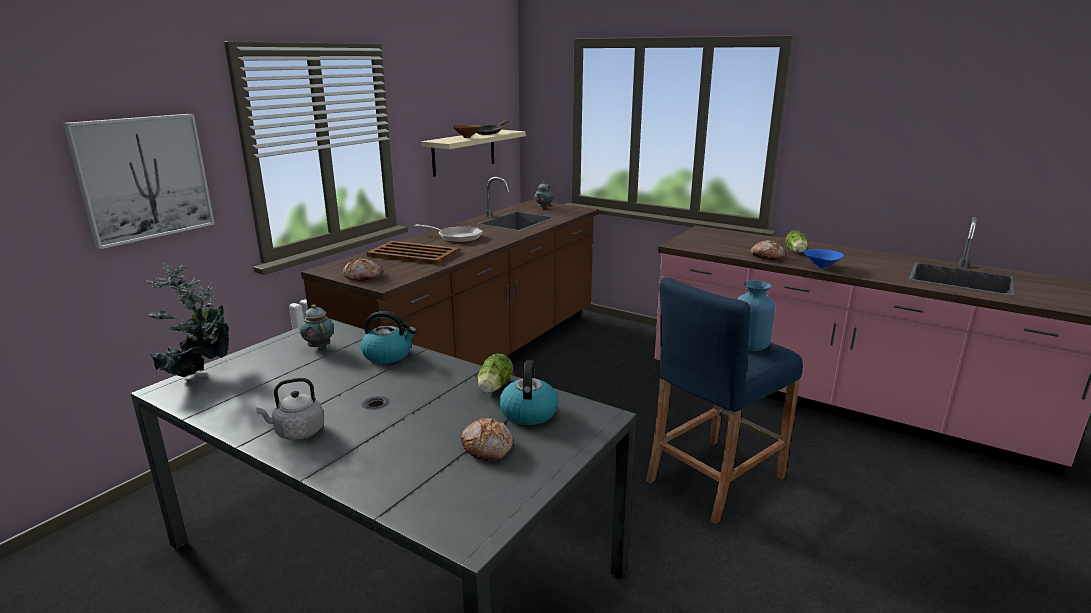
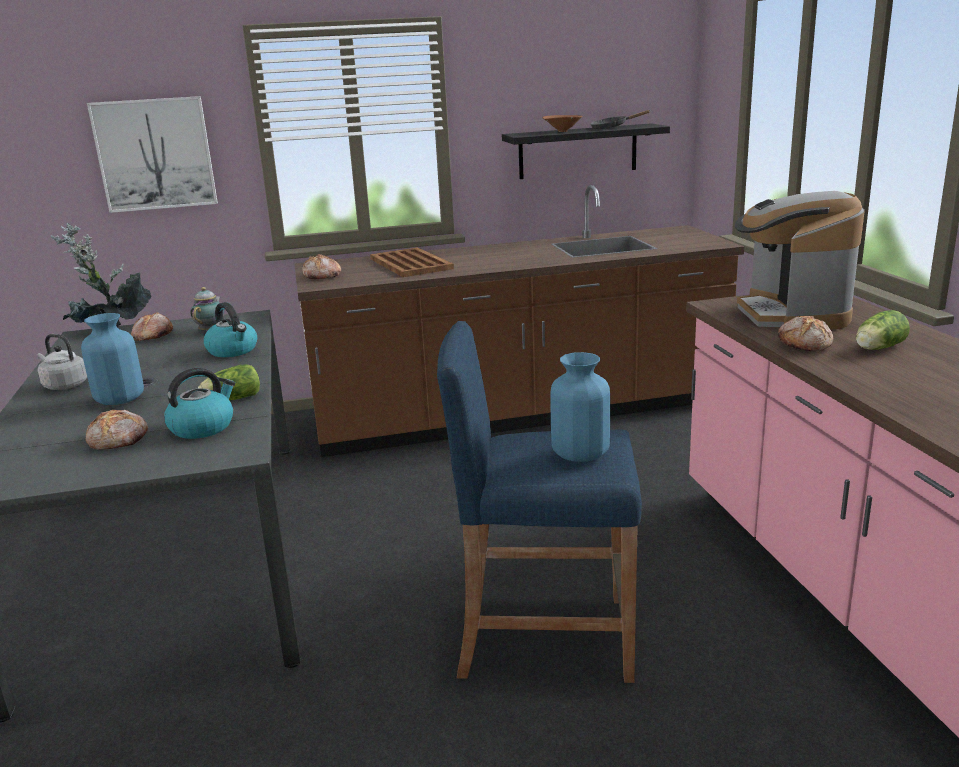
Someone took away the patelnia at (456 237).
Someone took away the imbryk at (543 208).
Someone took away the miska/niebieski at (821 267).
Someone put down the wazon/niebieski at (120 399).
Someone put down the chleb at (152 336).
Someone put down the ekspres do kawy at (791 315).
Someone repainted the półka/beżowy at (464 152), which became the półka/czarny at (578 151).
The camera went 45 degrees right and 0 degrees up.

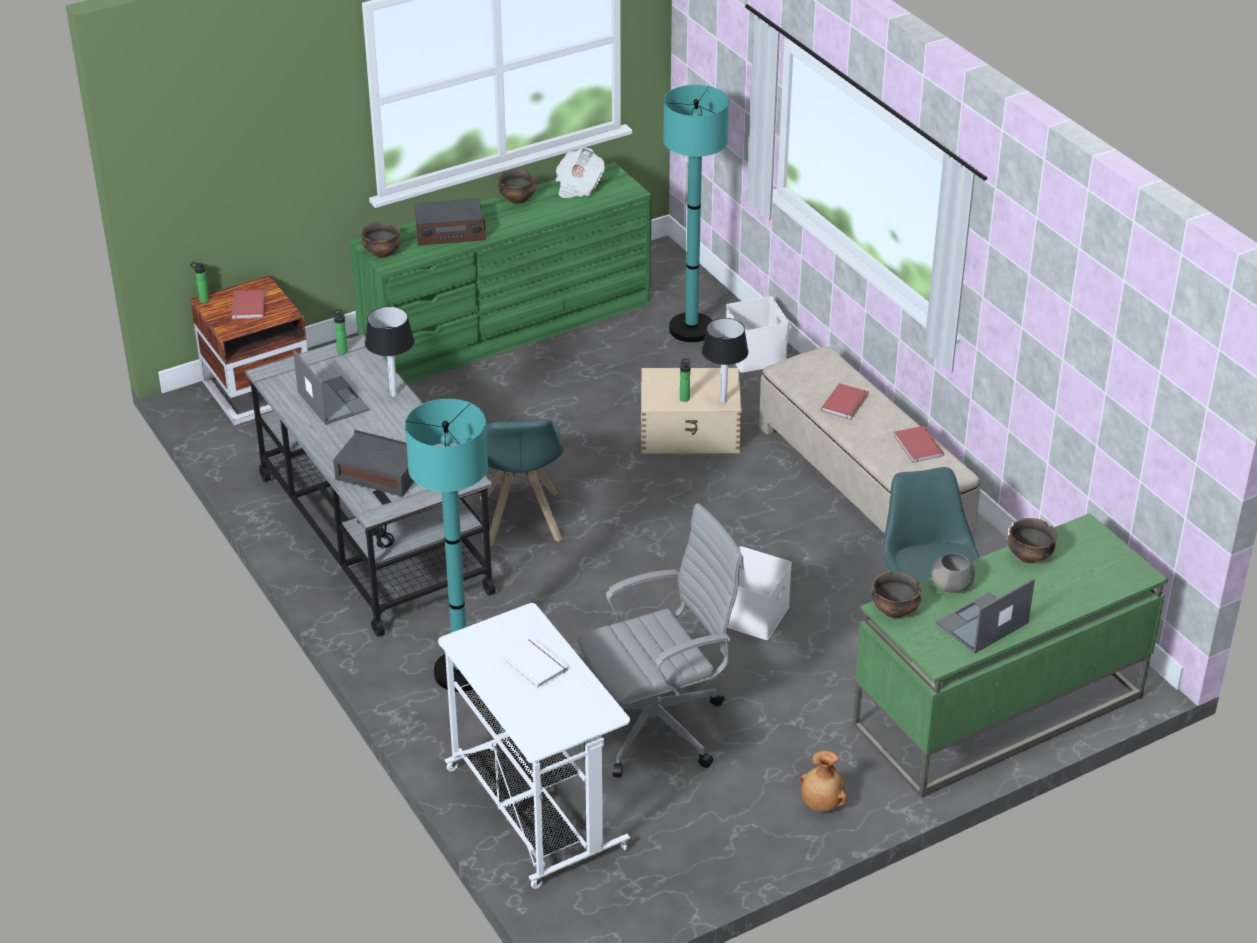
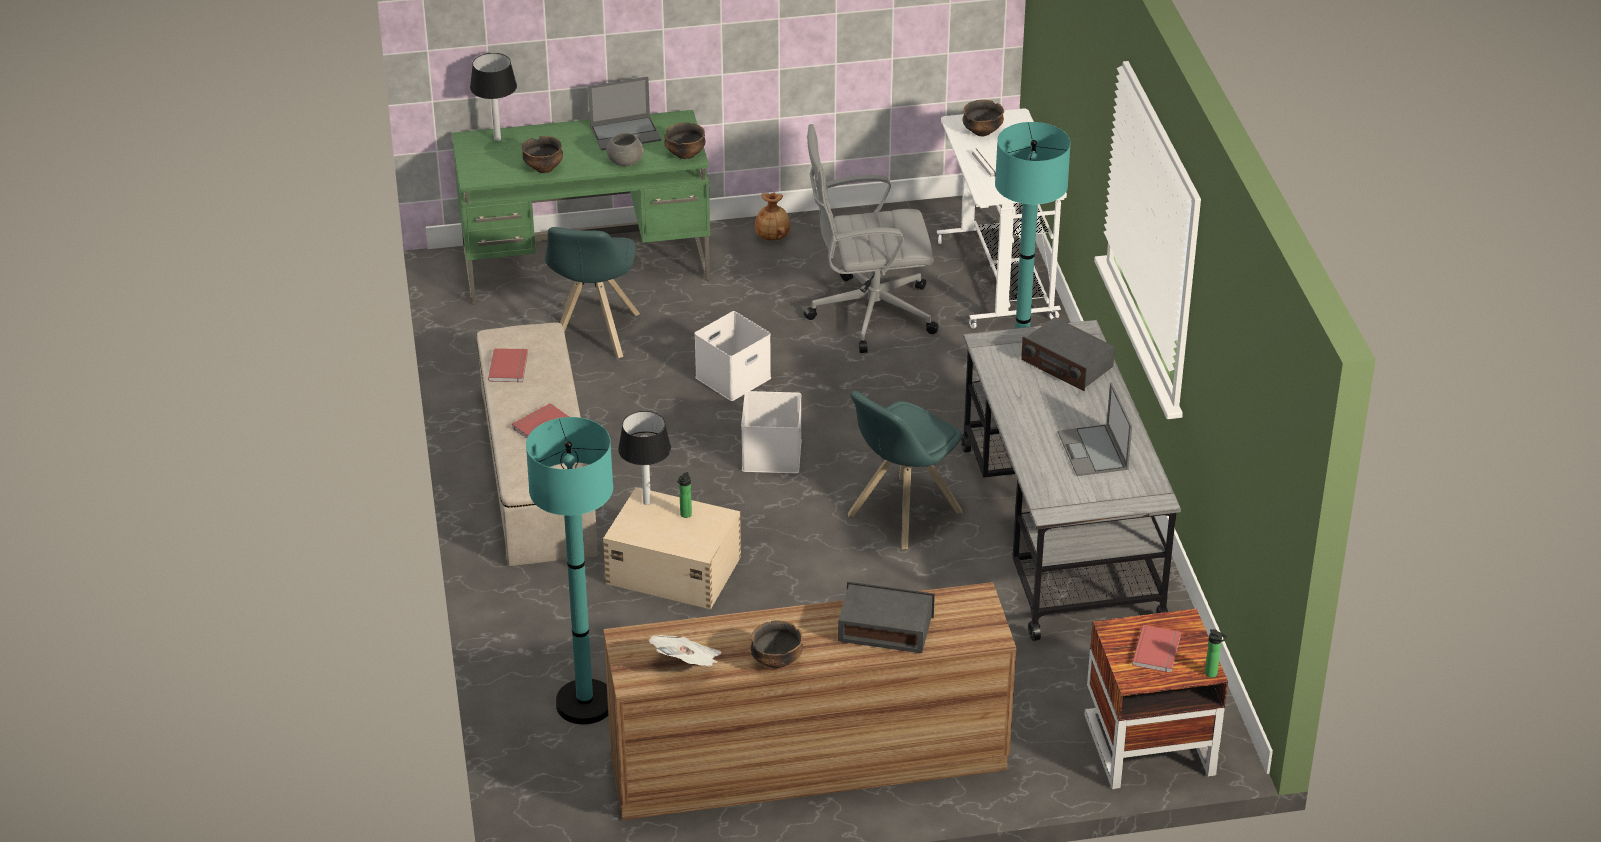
Someone took away the butelka at (342 350).
Someone carried the miska from (382 253) to (982 132).
Someone carried the lampa stołowa from (394 395) to (497 138).
Someone carried the pojemnik do przechowywania/biały from (757 355) to (770 453).
Someone repainted the komoda/zielony at (506 327), which became the komoda/brązowy at (808 766).
Someone rotated the krzesło/turkusowy at (521 520) by 150 degrees counterclockwise.
The camera went 160 degrees left and 0 degrees up.

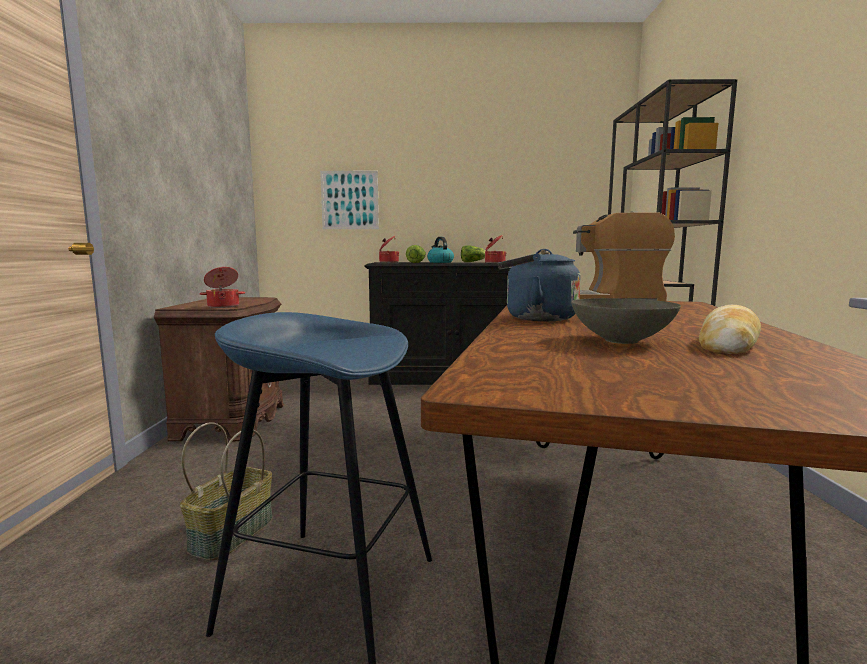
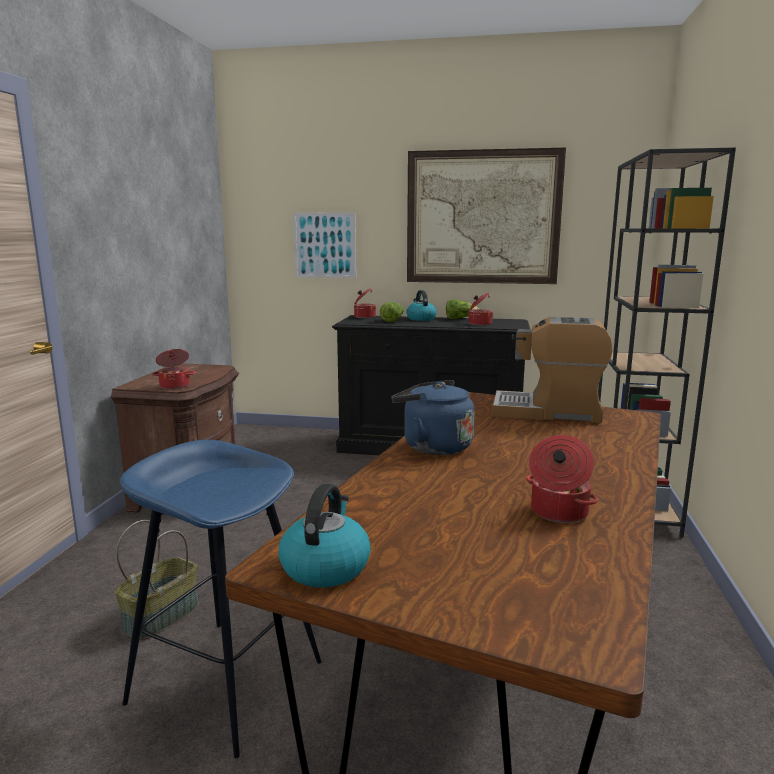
Someone took away the miska/szary at (621 340).
Someone put down the czajnik at (325 566).
Someone put up the obraz at (482 218).
Someone swapped the chleb at (728 343) for the garnek at (557 512).
The camera went 10 degrees right and 5 degrees up.

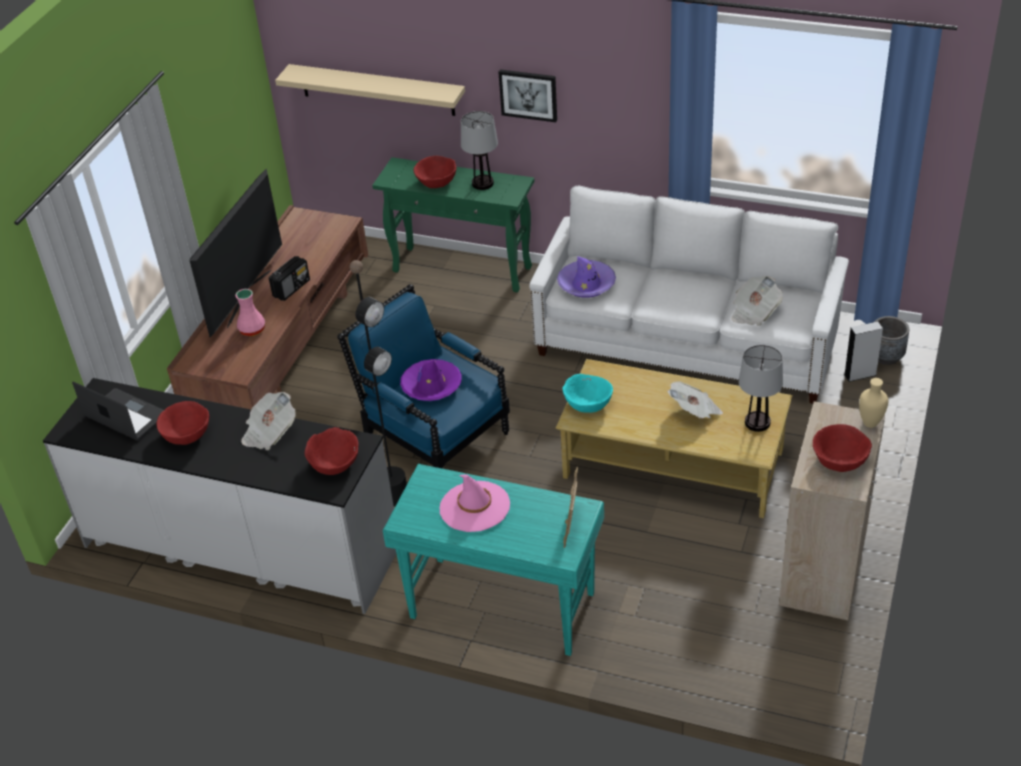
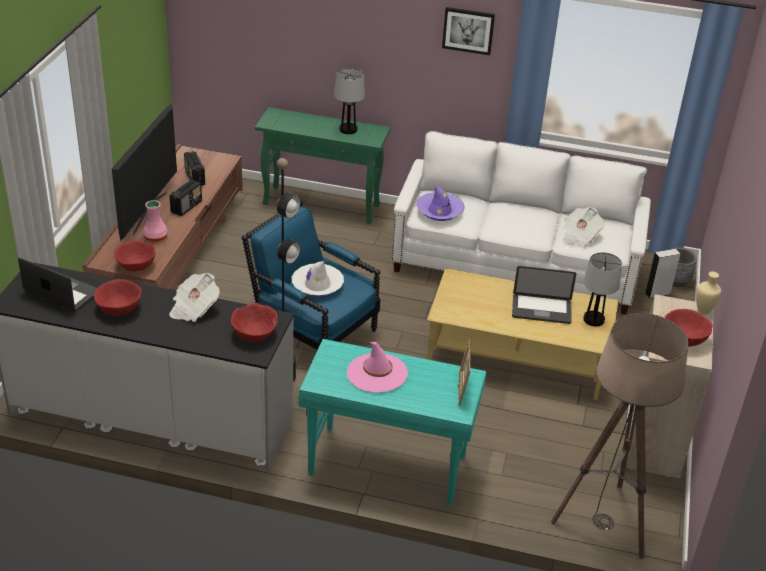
Someone took away the półka/beżowy at (377 90).
Someone took away the miska/turkusowy at (588 403).
Someone put down the radio at (195 178).
Someone put down the lampa stojąca at (604 521).
Someone carried the miska/czerwony from (436 182) to (136 265).
Someone carried the obraz from (528 94) to (468 30).
Someone swapped the gazeta at (695 411) for the laptop at (541 310).
Someone repainted the kapelusz/fioletowy at (431 386), which became the kapelusz/biały at (317 285).
The camera went 10 degrees left and 5 degrees down.

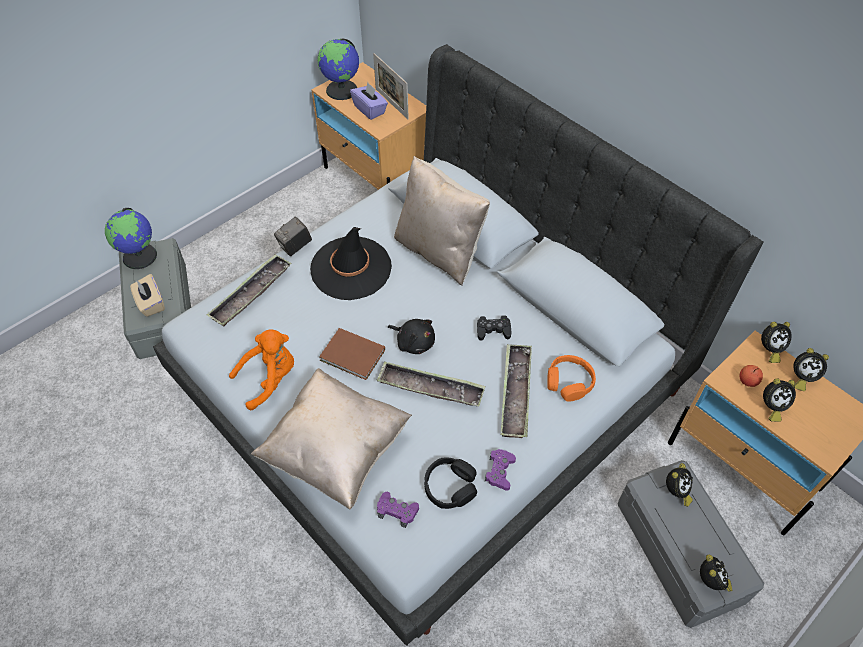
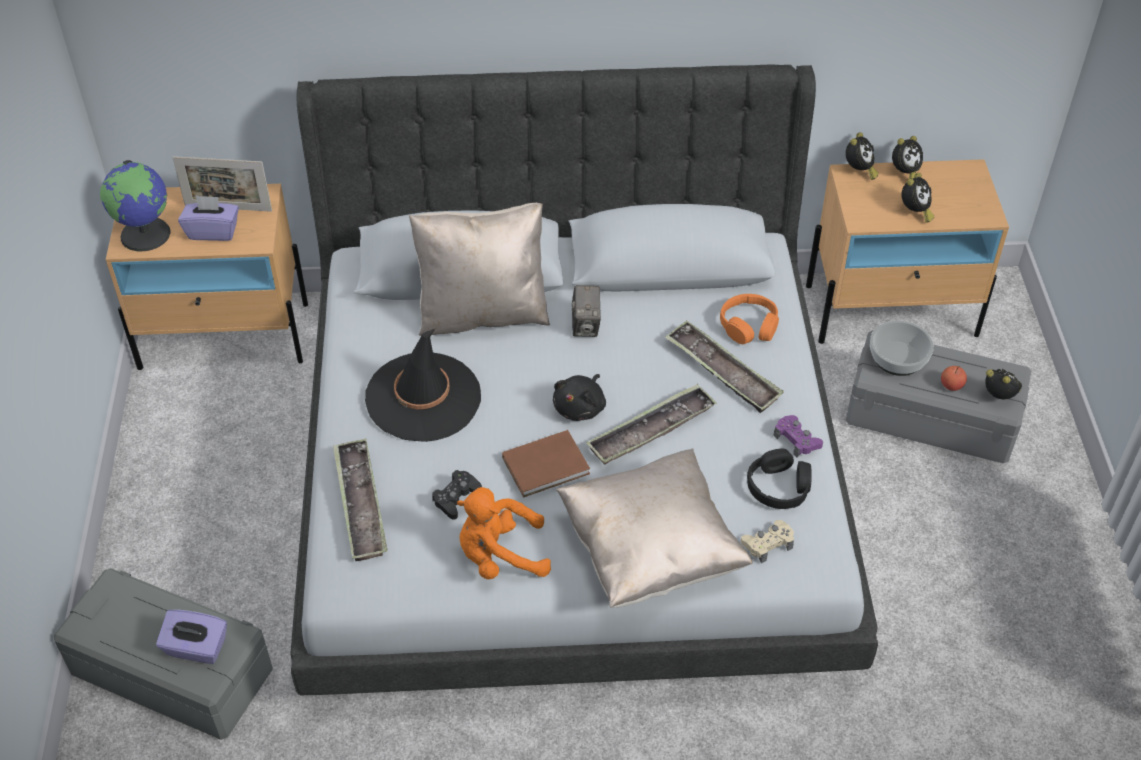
Someone took away the globus at (140 256).
Someone carried the aparat fotograficzny from (295 247) to (586 326).
Someone carried the pad do gier/czarny from (493 330) to (456 498).
Someone carried the jabłko from (747 381) to (951 385).
Someone swapped the budzik at (676 492) for the miska at (898 357).
Someone repainted the pudełko chusteczek/beżowy at (151 303), which became the pudełko chusteczek/fioletowy at (196 648).
Someone repainted the pad do gier/fioletowy at (397 511), which became the pad do gier/beżowy at (767 544).
Someone rotated the pluszak/pomarańczowy at (270 379) by 105 degrees counterclockwise.
Someone rotated the pluszak/czarny at (414 342) by 135 degrees clockwise.
The camera went 50 degrees left and 5 degrees down.

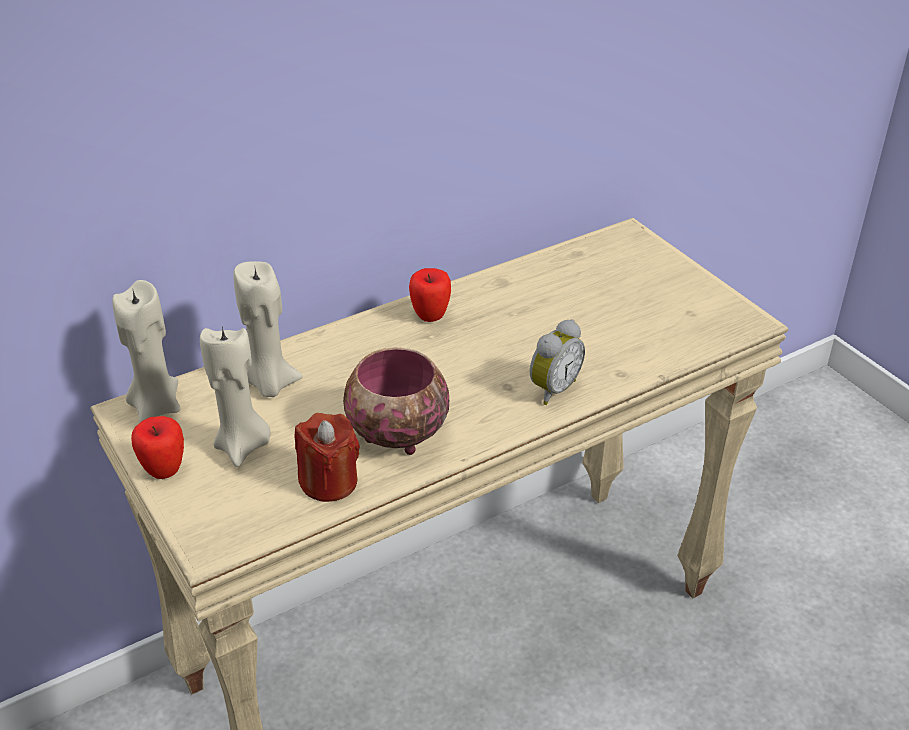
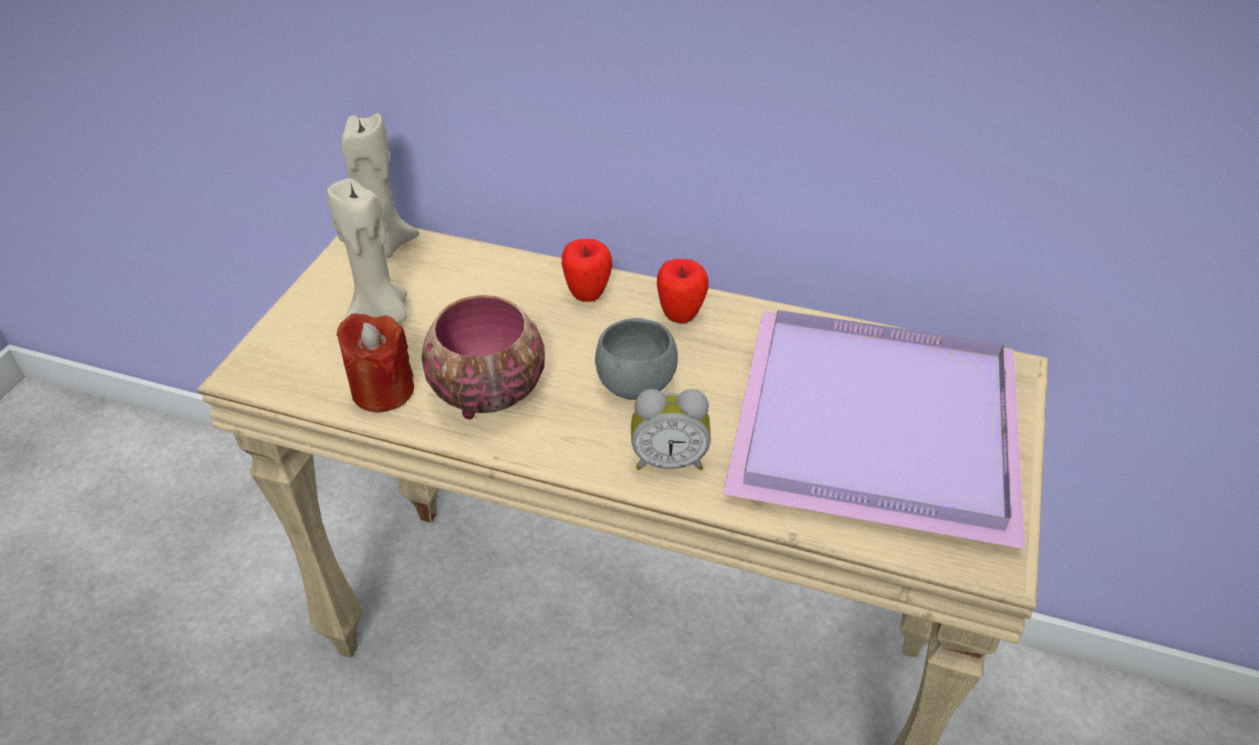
Someone took away the świeca/beżowy at (269 384).
Someone put down the miska/szary at (636 383).
Someone put down the taca/fioletowy at (882 422).
Someone carried the jabłko from (164 470) to (587 294).
The camera went 50 degrees right and 5 degrees up.

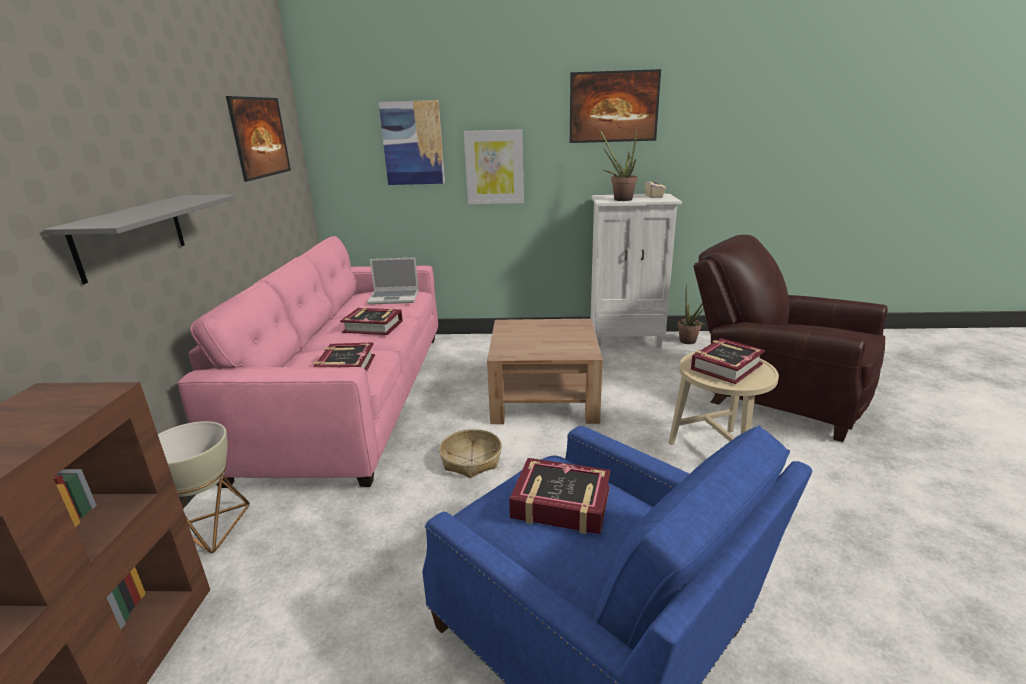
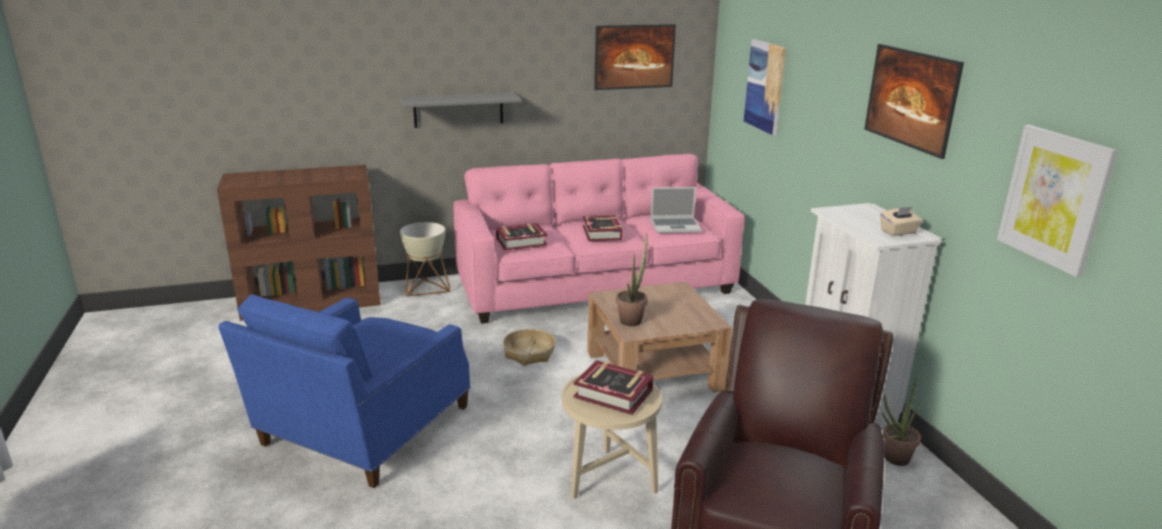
Someone took away the książka at (561 504).
Someone carried the obraz from (494 167) to (1054 198).
Someone carried the roślina doniczkowa from (619 199) to (632 319).
Someone rotated the laptop at (395 298) by 75 degrees counterclockwise.
The camera went 70 degrees right and 0 degrees up.

